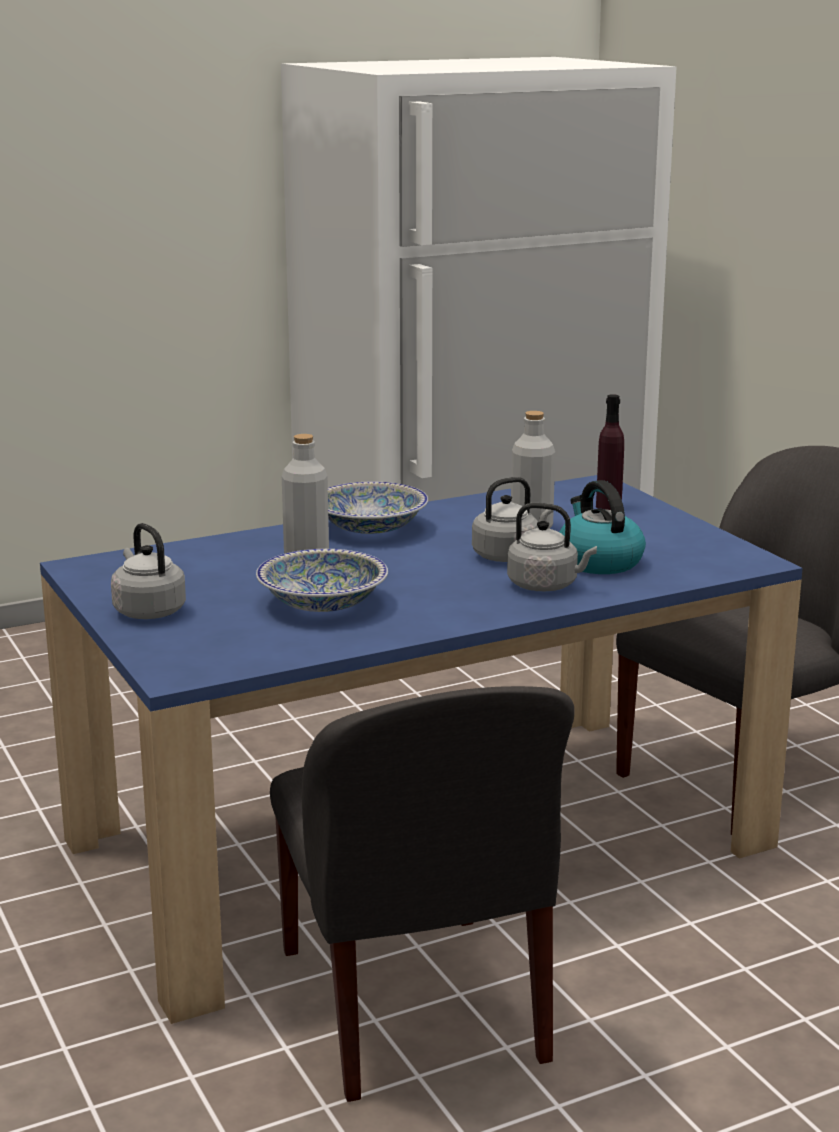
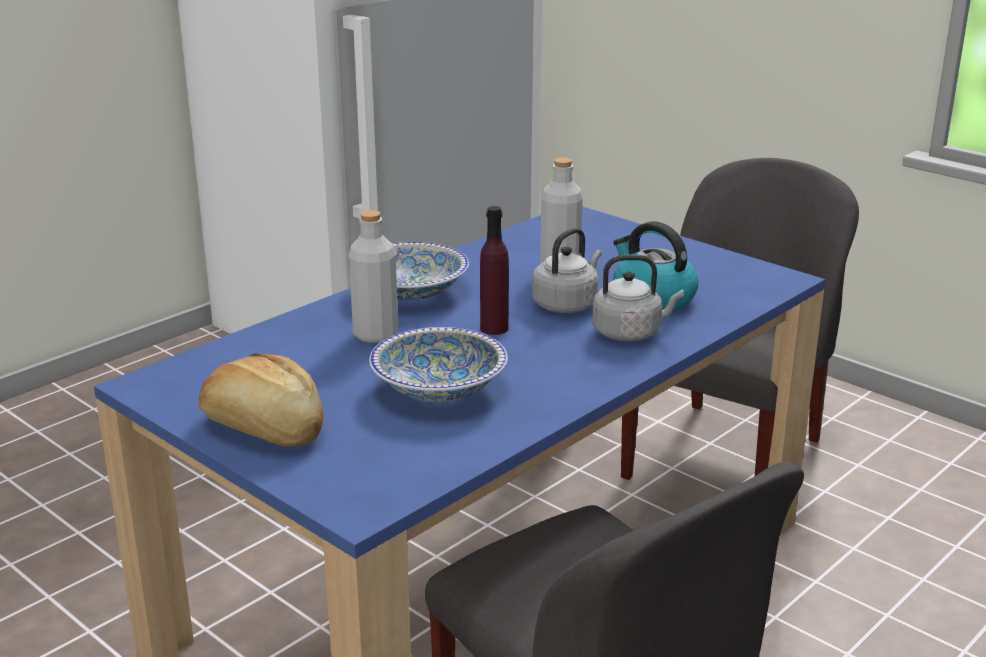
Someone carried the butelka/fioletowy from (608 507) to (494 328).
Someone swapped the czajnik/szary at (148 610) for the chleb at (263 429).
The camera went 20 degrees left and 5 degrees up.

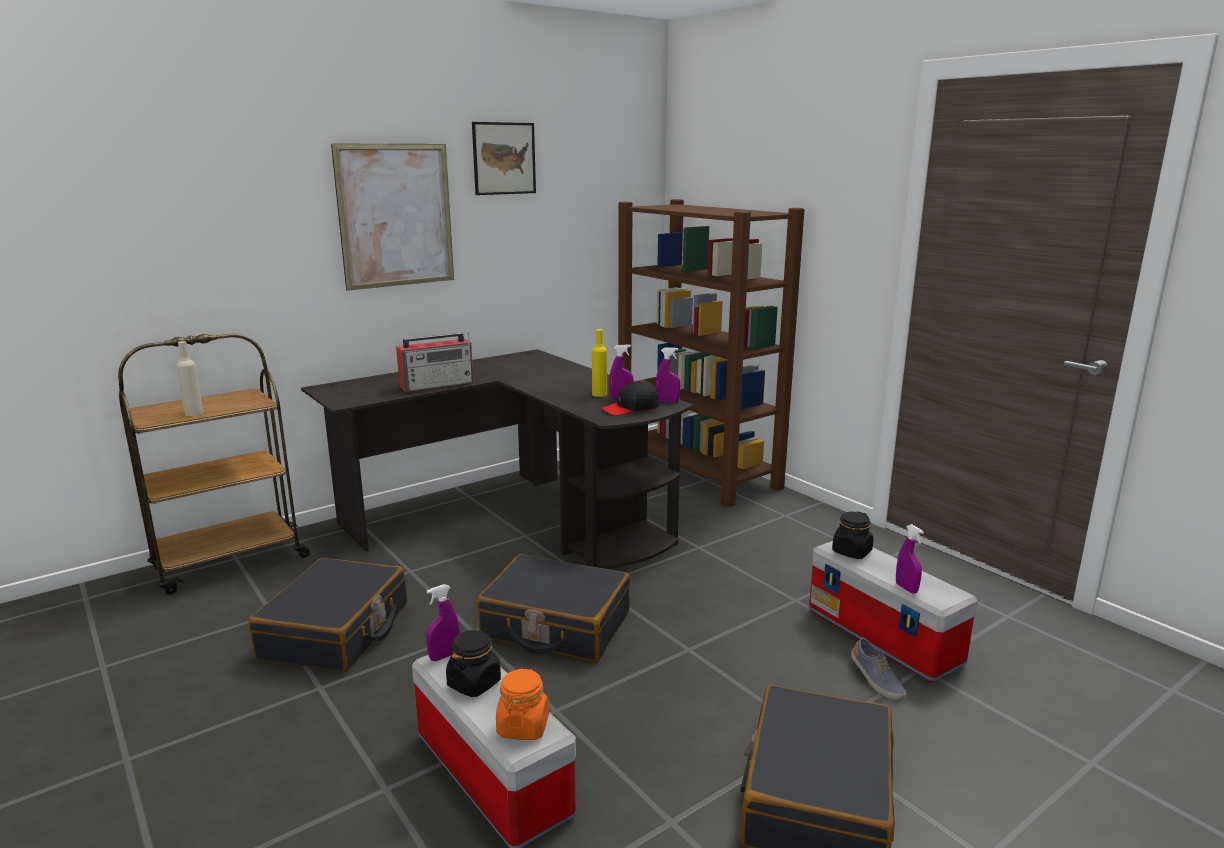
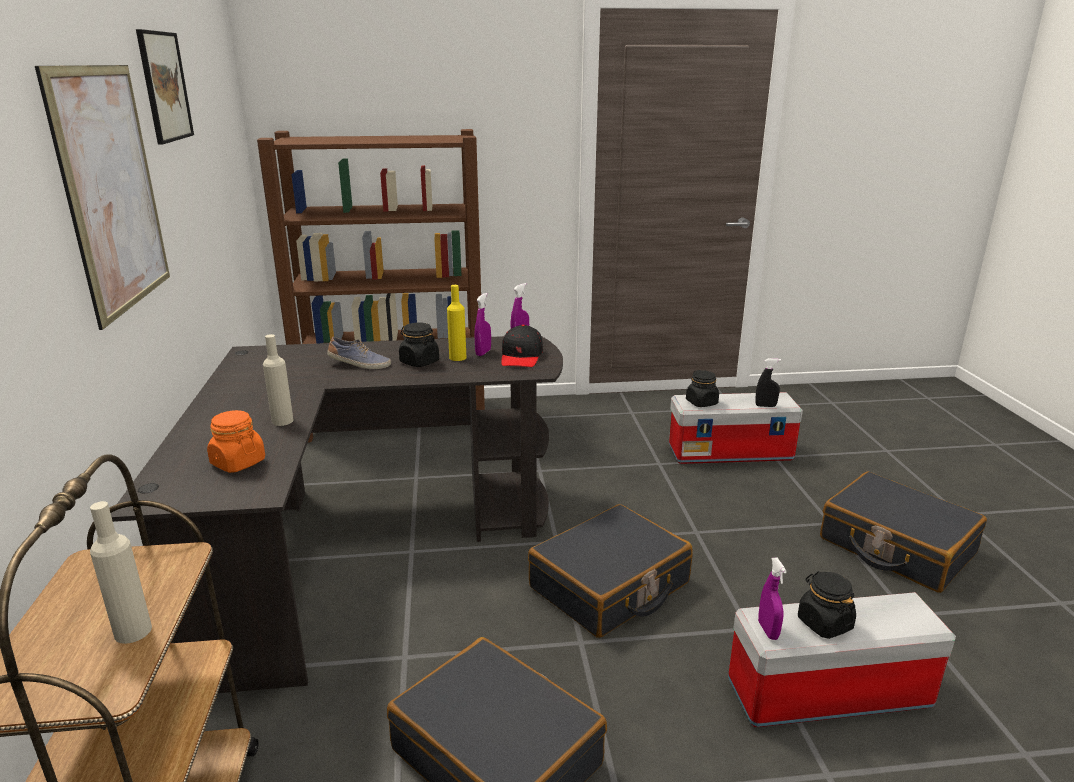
Someone put down the słoik/czarny at (419 362).
Someone carried the słoik/pomarańczowy from (523 726) to (238 462).
Someone carried the but from (875 680) to (359 365).
Someone swapped the radio at (438 384) for the butelka/beżowy at (282 421).
Someone repainted the spryskiwacz/fioletowy at (906 588), which became the spryskiwacz/czarny at (765 406).
The camera went 60 degrees left and 5 degrees up.

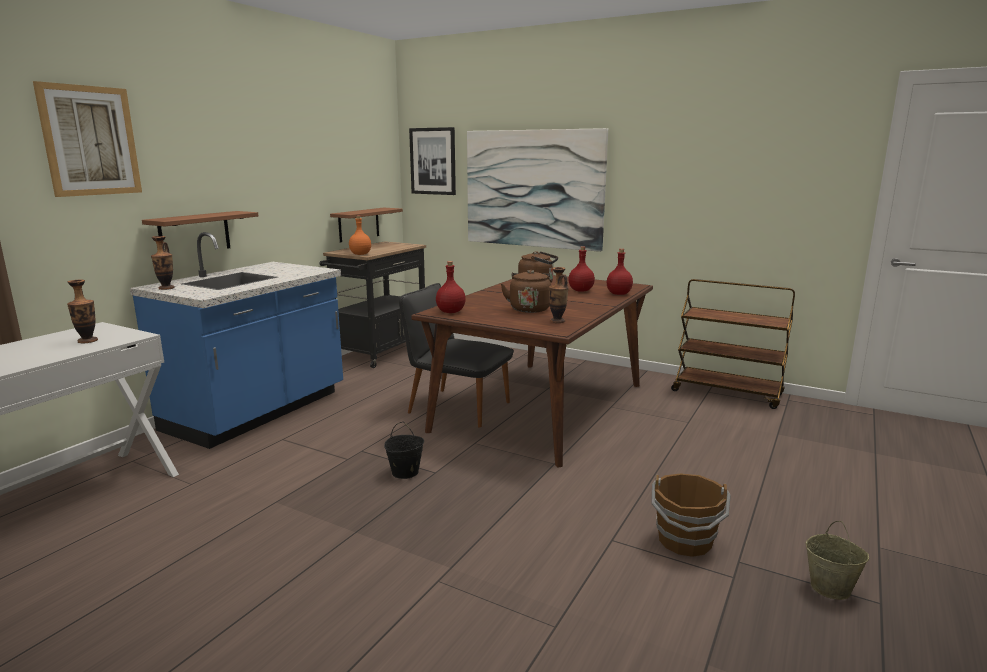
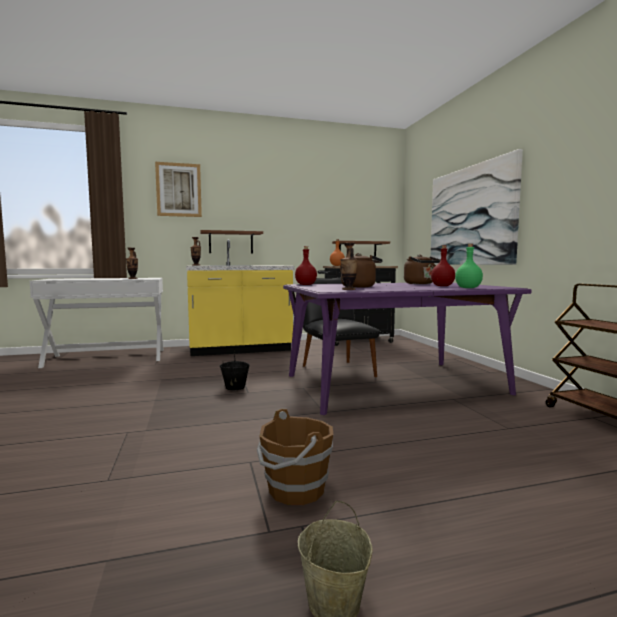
Someone took away the obraz at (433 161).
Someone repainted the zabudowa kuchenna/niebieski at (258 411), which became the zabudowa kuchenna/żółty at (240 349).
Someone repainted the stół jadalny/brązowy at (541 406), which became the stół jadalny/fioletowy at (394 384).
Someone repainted the butelka/czerwony at (619 294), which became the butelka/zielony at (468 288).
The camera went 45 degrees right and 10 degrees down.

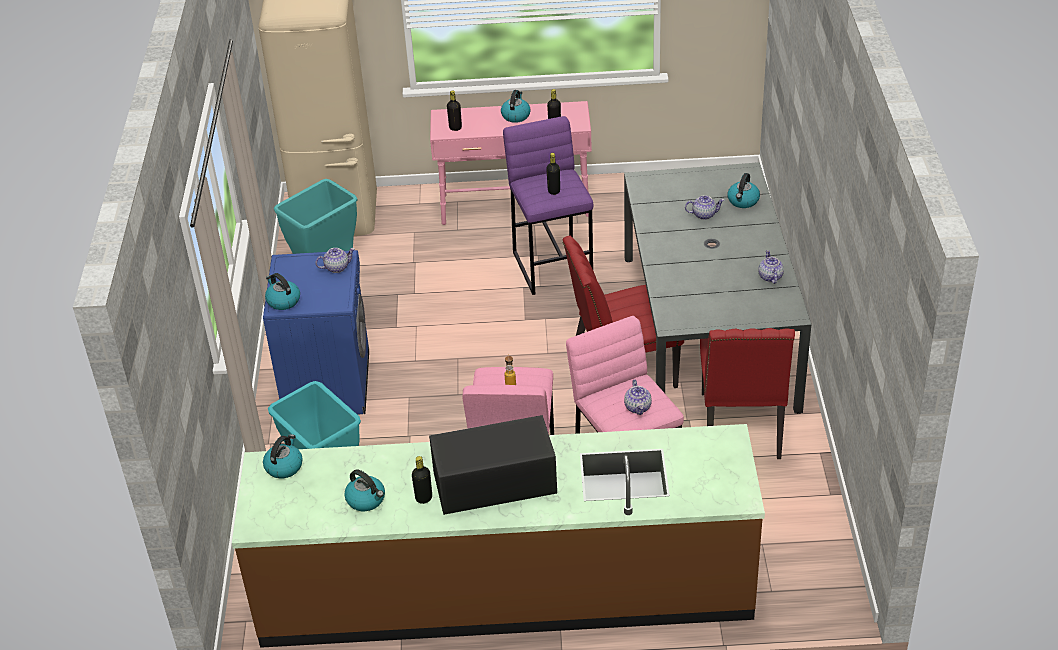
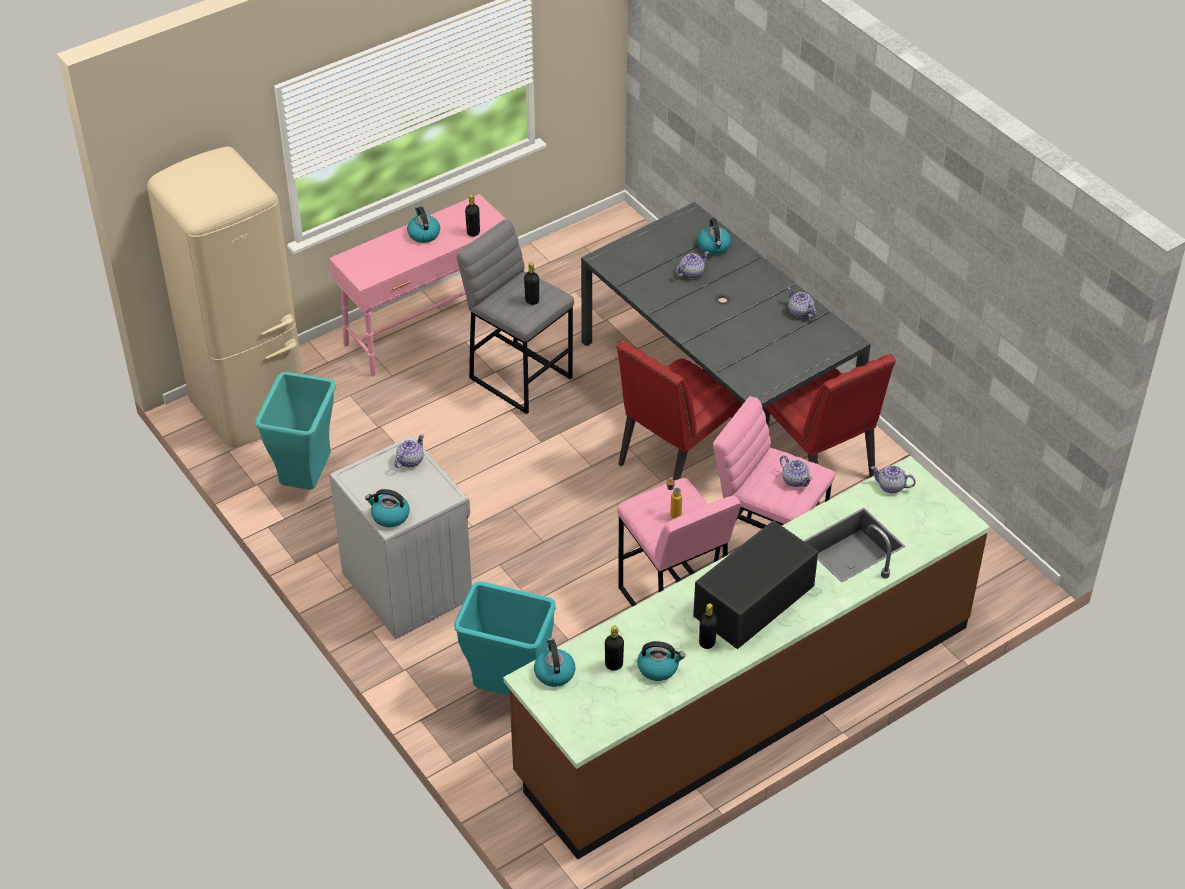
Someone put down the imbryk at (890 486).
Someone carried the butelka/czarny from (455 128) to (614 665).
Someone repainted the pralka/niebieski at (330 384), which became the pralka/biały at (409 585).
Someone repainted the stołek/fioletowy at (552 265), which became the stołek/szary at (519 377).
The camera went 35 degrees left and 5 degrees up.

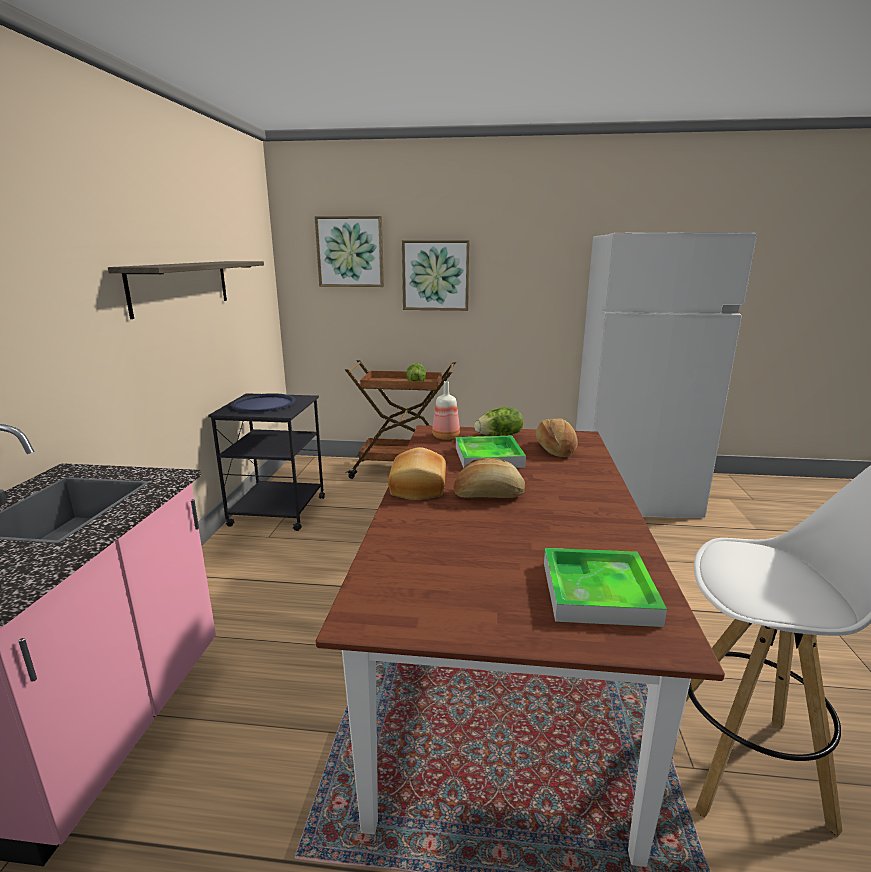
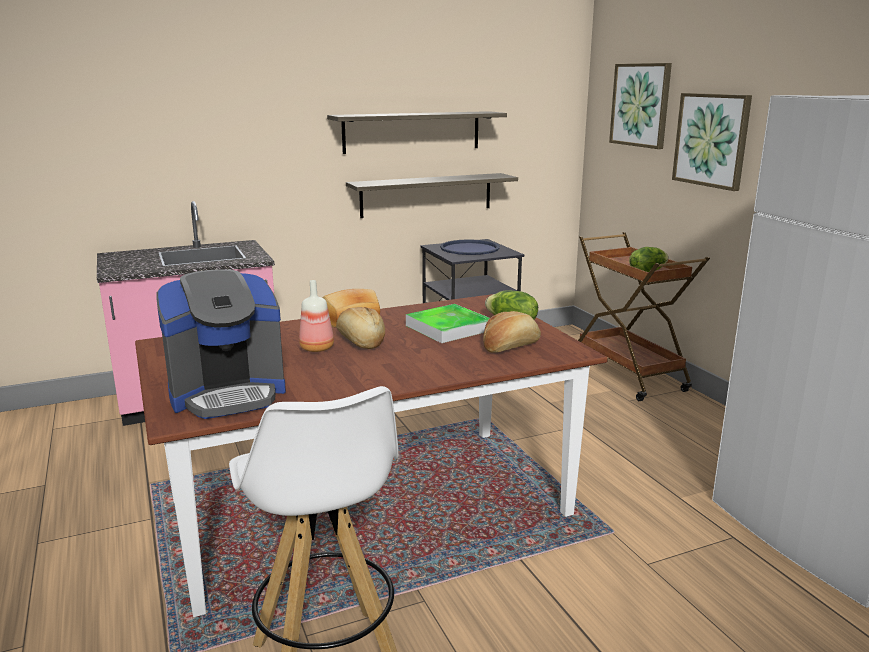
Someone put up the półka at (426 195).
Someone carried the butelka from (445 436) to (317 348).
Someone swapped the taca at (598 592) for the ekspres do kawy at (227 394).
The camera went 60 degrees right and 0 degrees up.

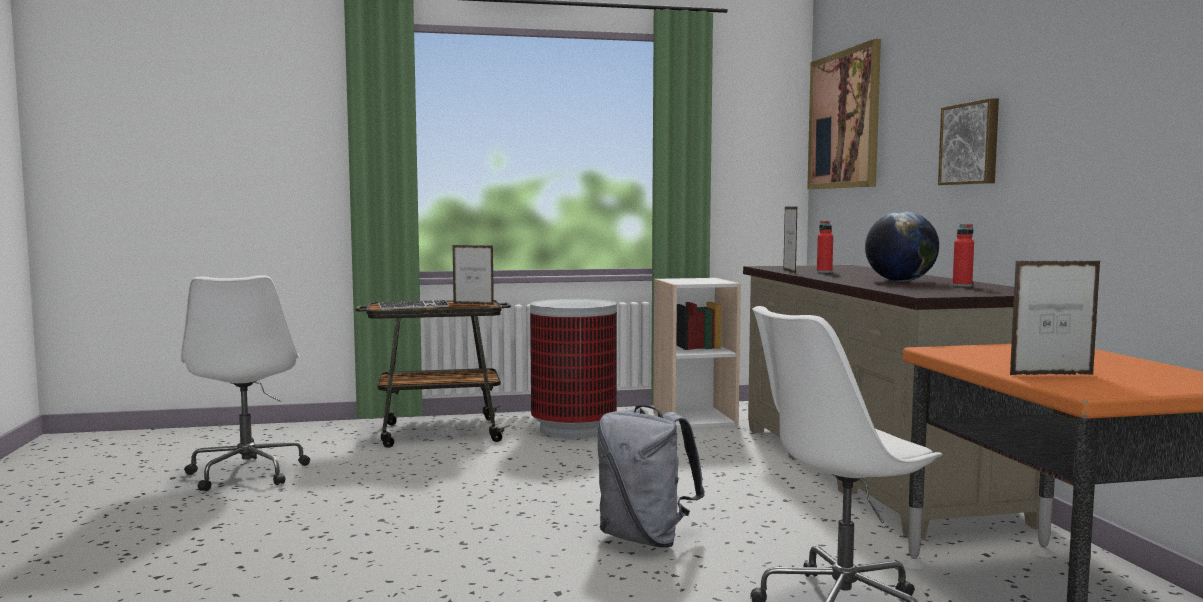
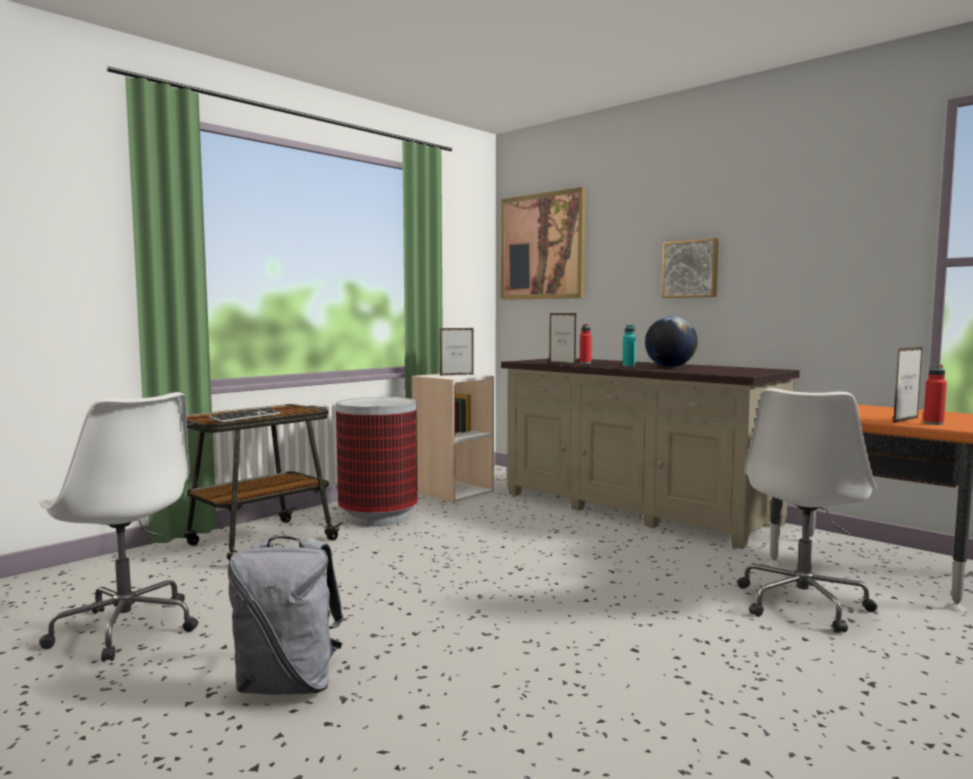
Someone put down the butelka/turkusowy at (628 366).
Someone carried the ramka na zdjęcie from (473 304) to (457 375).
Someone carried the plecak/szary from (645 538) to (288 684).
Someone carried the butelka/czerwony from (962 286) to (933 423).
The camera went 35 degrees left and 0 degrees up.

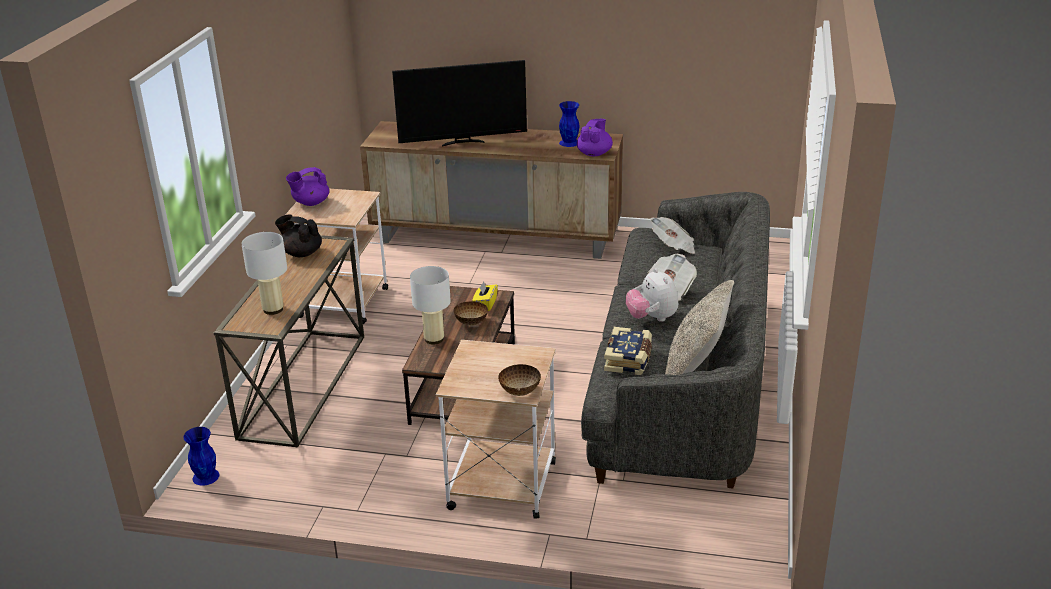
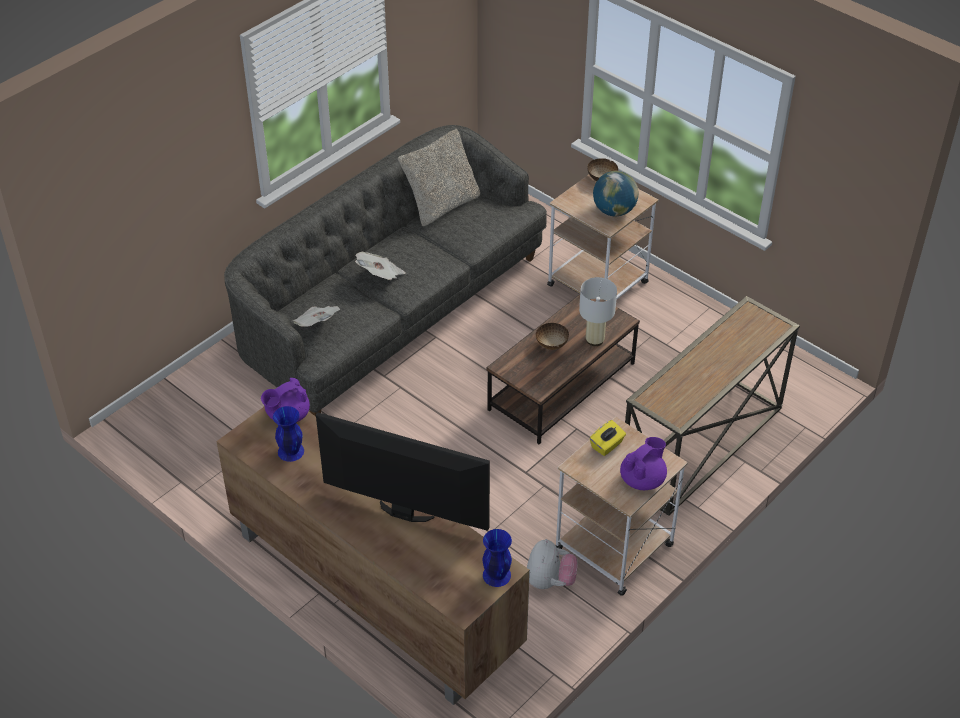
Someone took away the lampa stołowa/biały at (273 309).
Someone took away the imbryk/czarny at (301 253).
Someone took away the książka at (629 359).
Someone put down the globus at (614 211).
Someone carried the wazon/niebieski from (206 476) to (496 575).
Someone carried the pudełko chusteczek/żółty from (485 304) to (607 445).
Someone carried the pluszak from (652 318) to (550 581).
Someone rotated the imbryk/fioletowy at (310 203) by 45 degrees counterclockwise.
The camera went 150 degrees left and 15 degrees up.

